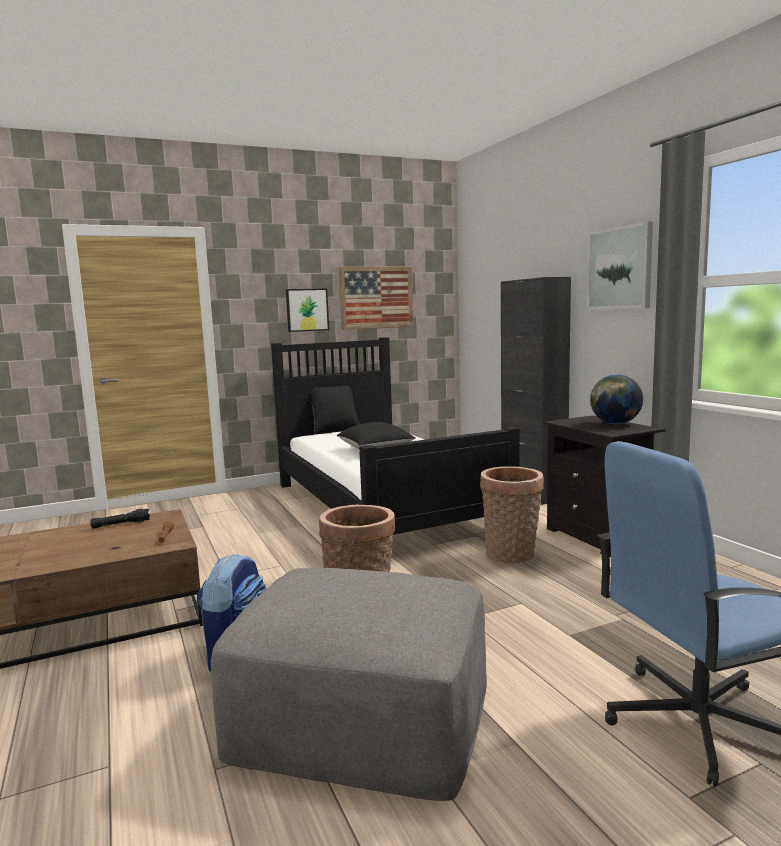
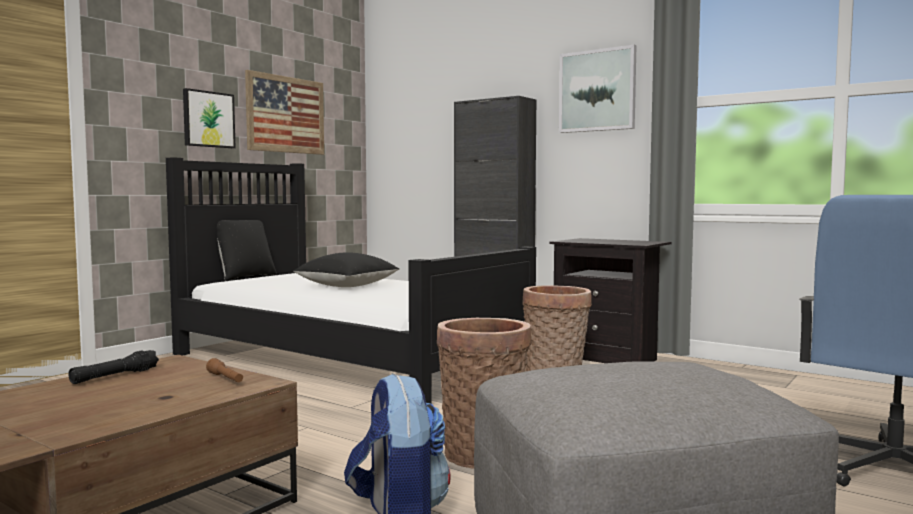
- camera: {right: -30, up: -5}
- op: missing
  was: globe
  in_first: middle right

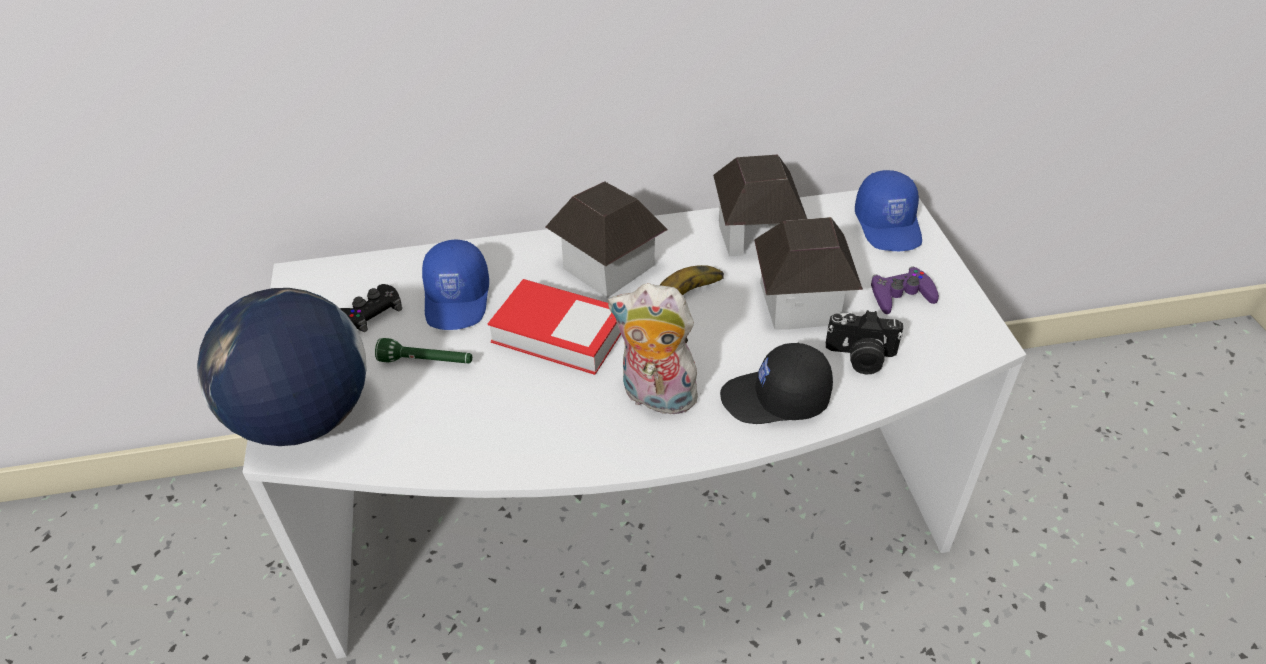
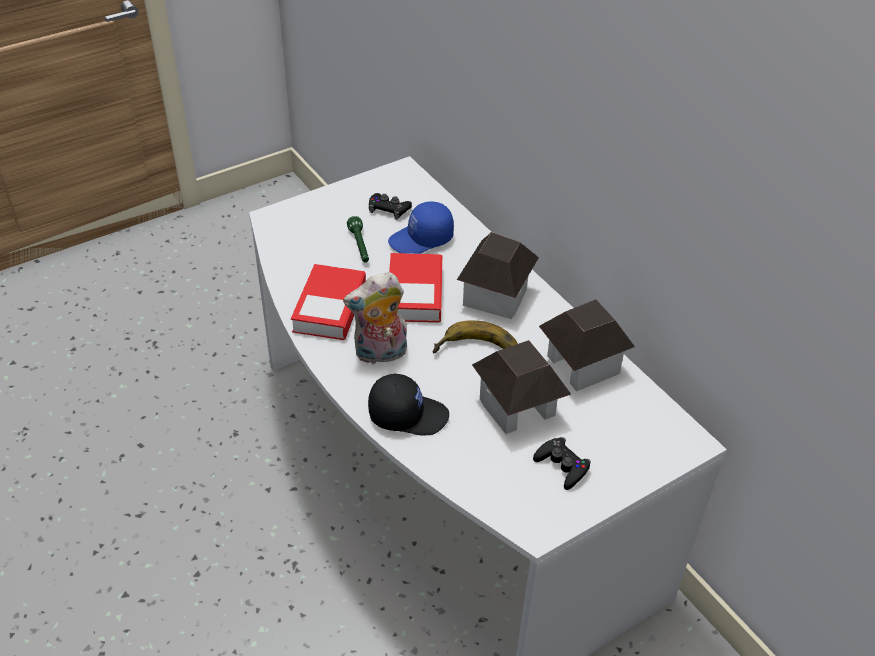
- camera: {right: 65, up: 0}
- op: appeared
  now: book (no. 1 from left)
  in_second: centre
- op: spun
  was: plush toy
  in_first: centre
  in_second: centre
  clockwise: -105
- op: spun
  was: black cap
  in_first: centre
  in_second: centre
  clockwise: 120
- op: colour
  was: purple game controller
  now: black game controller (no. 2 from left)
  in_first: middle right
  in_second: bottom centre
- op: missing
  was: globe
  in_first: middle left
- op: missing
  was: photo camera
  in_first: middle right
- op: missing
  was: blue cap (no. 2 from left)
  in_first: top right

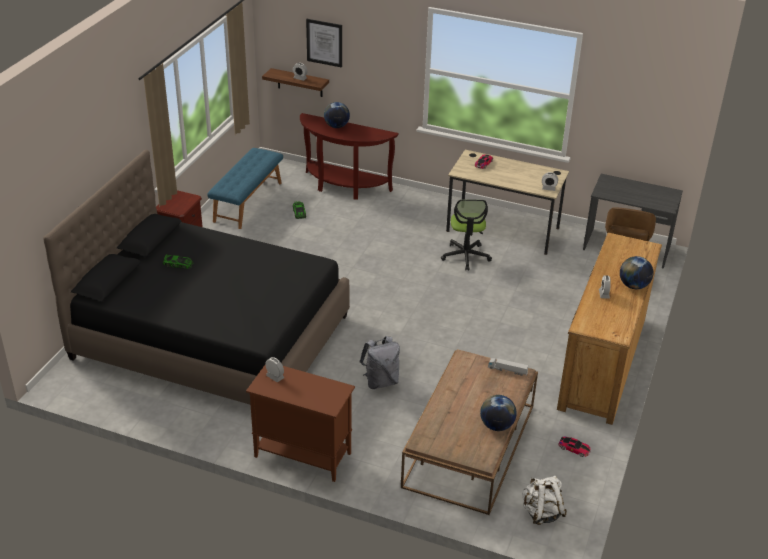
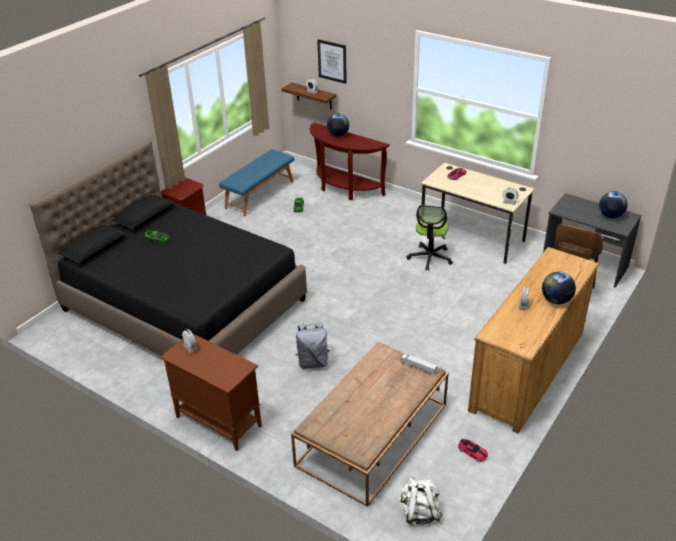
- camera: {right: 15, up: 0}
- op: relocated
  was: globe (no. 2 from left in the first image)
  now: globe (no. 3 from left)
  in_first: bottom centre
  in_second: middle right

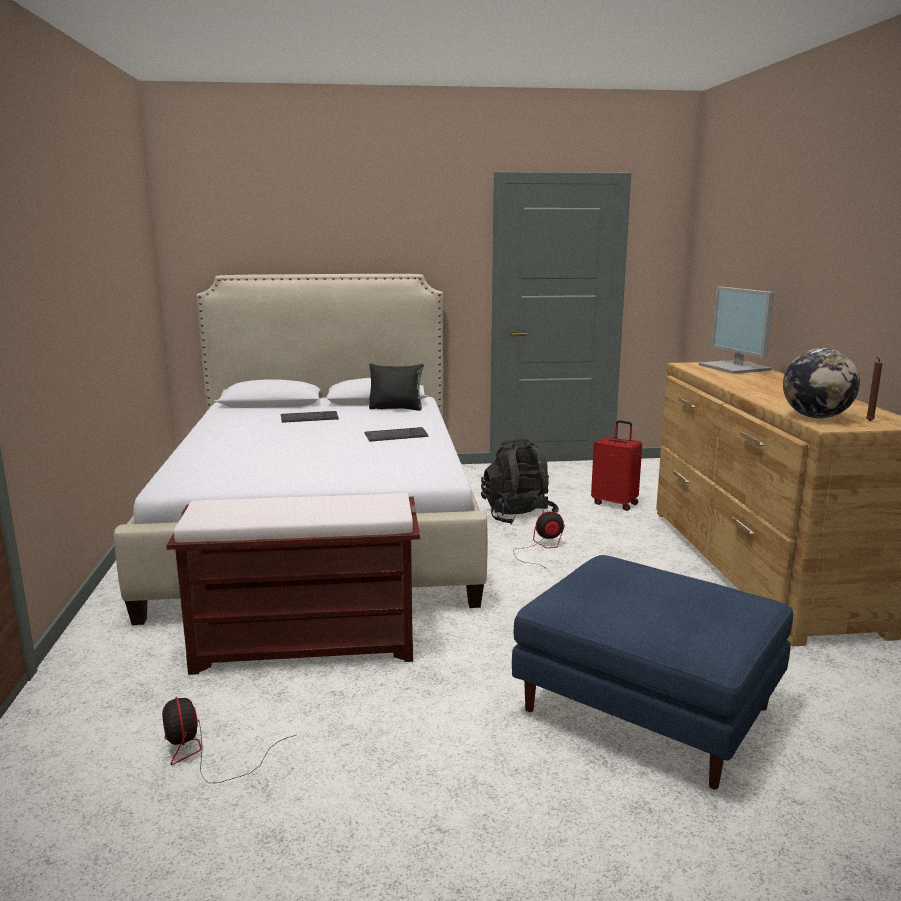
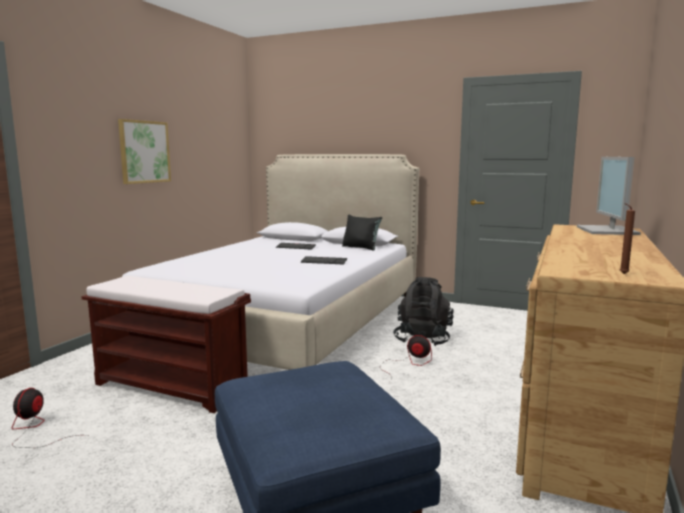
- camera: {right: 30, up: -5}
- op: appeared
  now: picture
  in_second: top left
- op: missing
  was: red suitcase
  in_first: middle right
- op: missing
  was: globe
  in_first: middle right

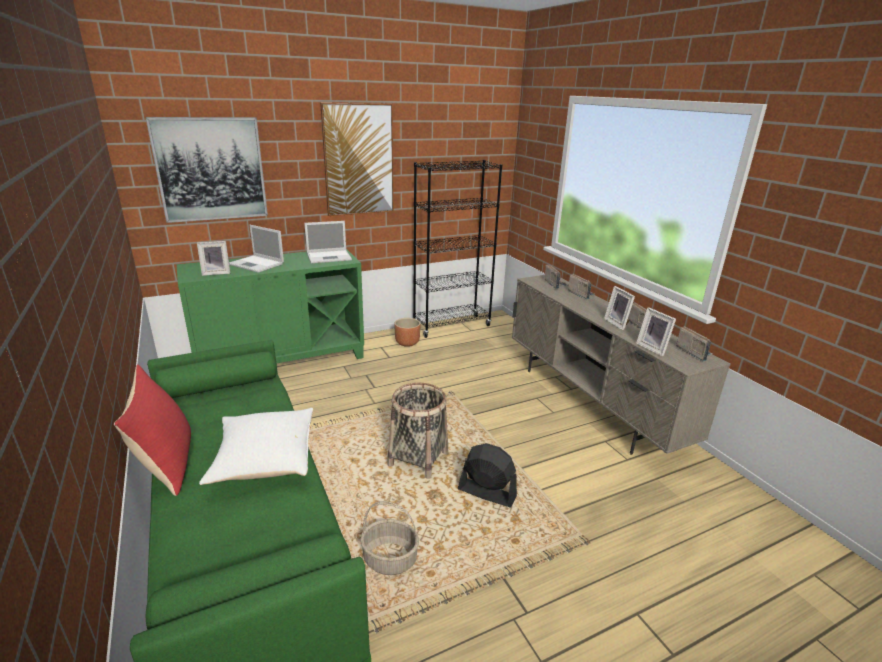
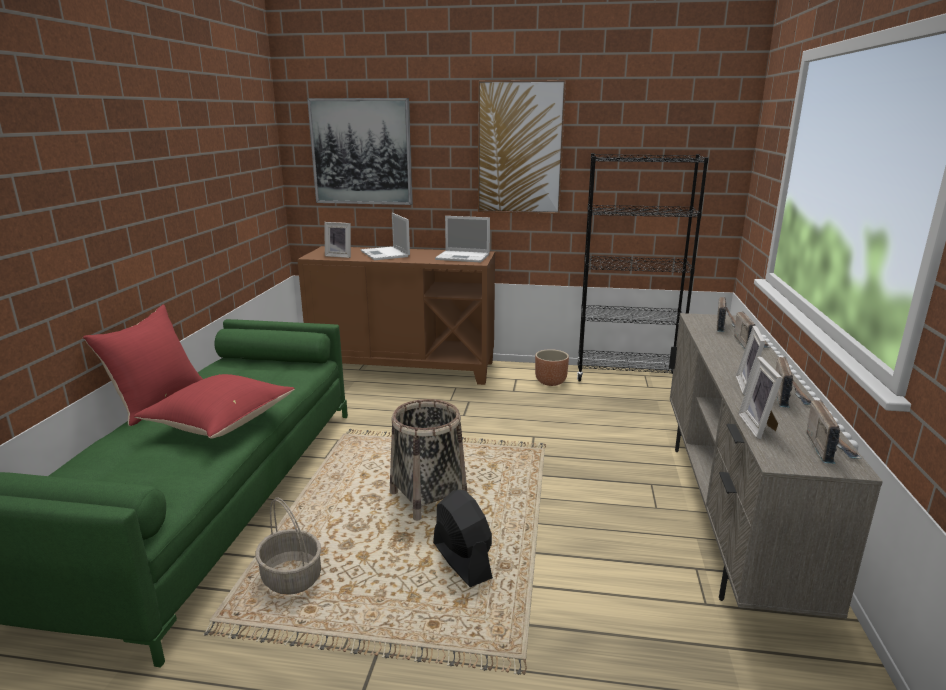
- camera: {right: 35, up: -5}
- op: colour
  was: white pillow
  now: red pillow (no. 2 from left)
  in_first: bottom left
  in_second: middle left
- op: colour
  was: green cabinet
  now: brown cabinet
  in_first: middle left
  in_second: centre

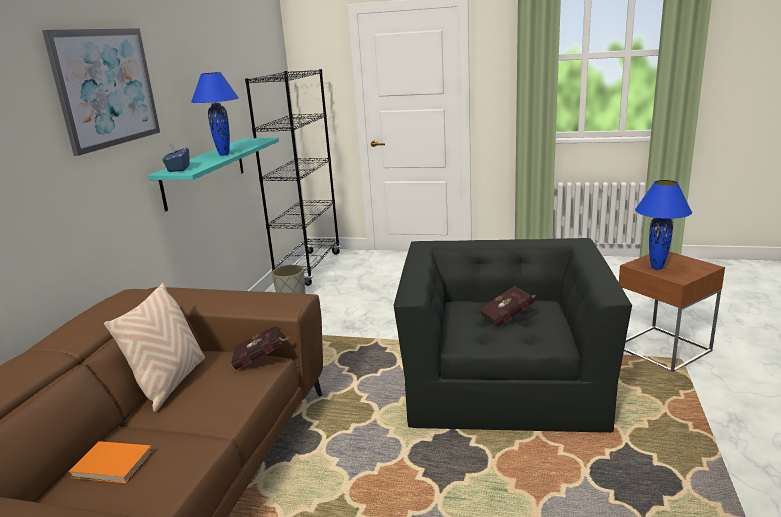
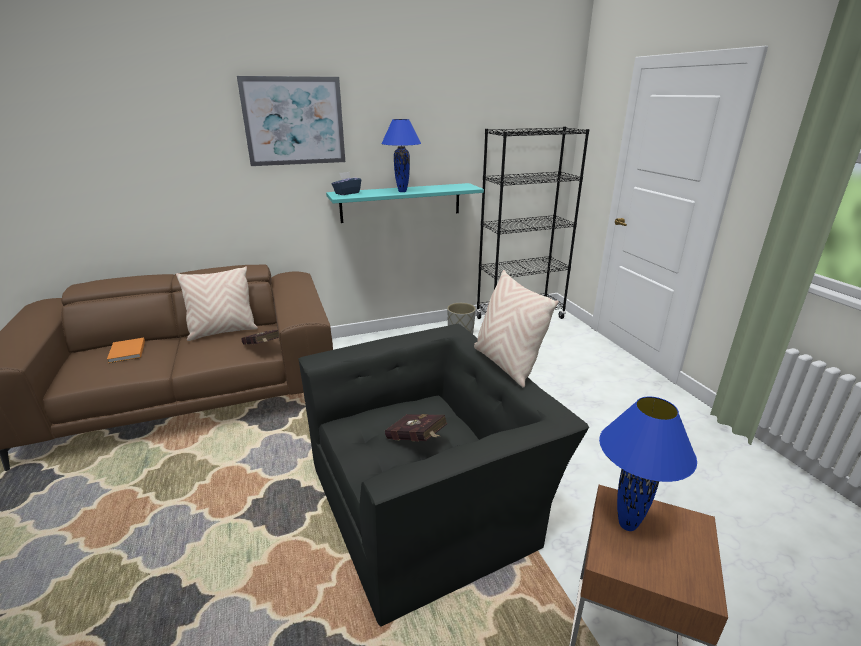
- camera: {right: 55, up: 5}
- op: appeared
  now: beige pillow (no. 2 from left)
  in_second: centre

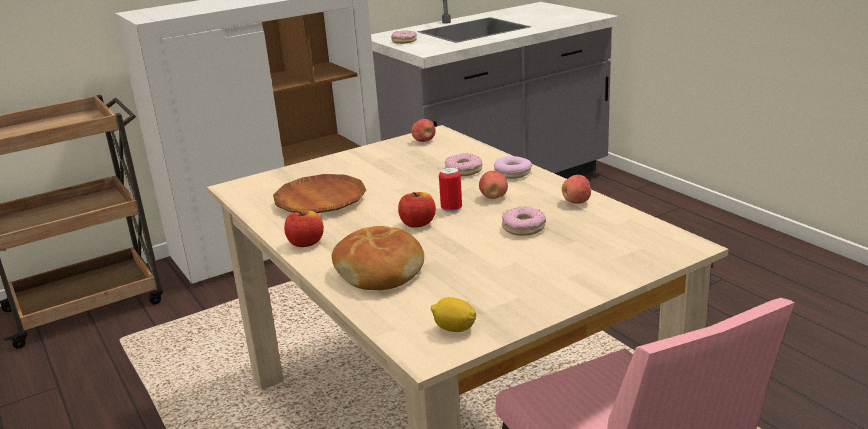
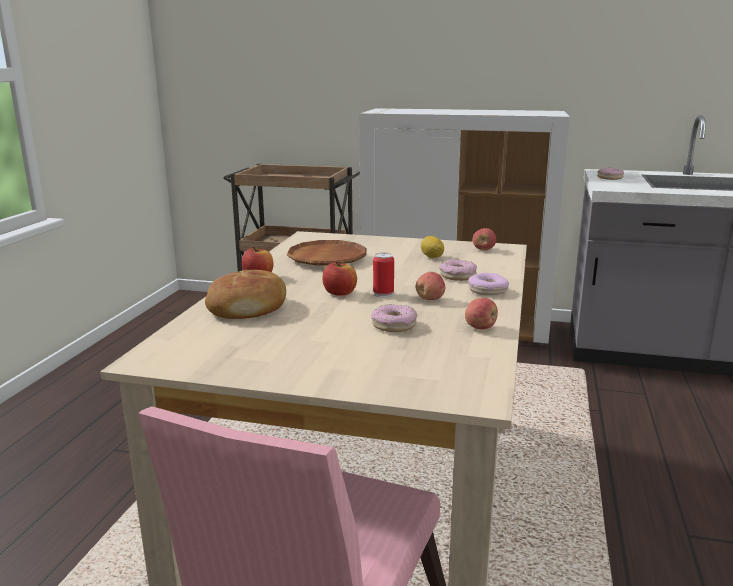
- camera: {right: 45, up: -5}
- op: relocated
  was: lemon
  in_first: bottom centre
  in_second: centre

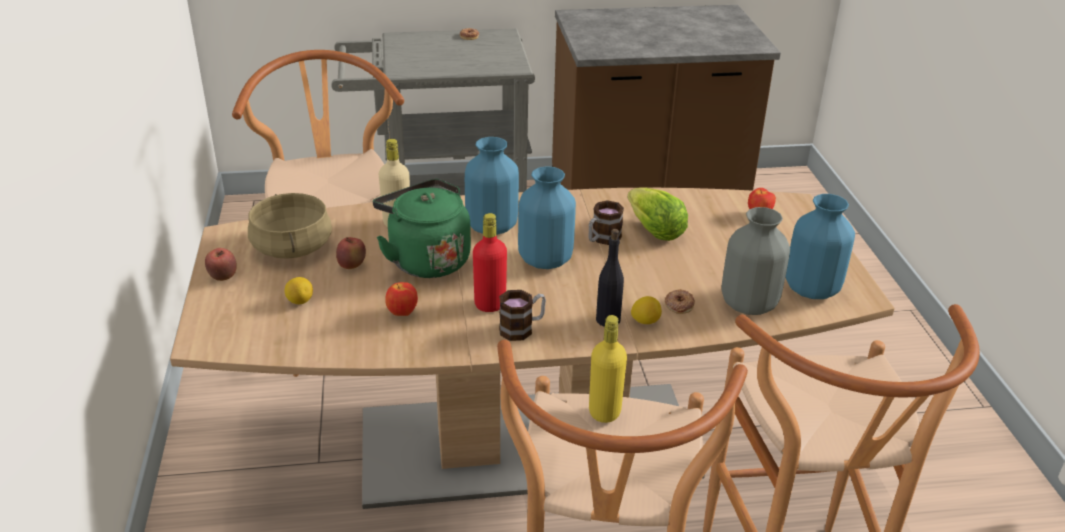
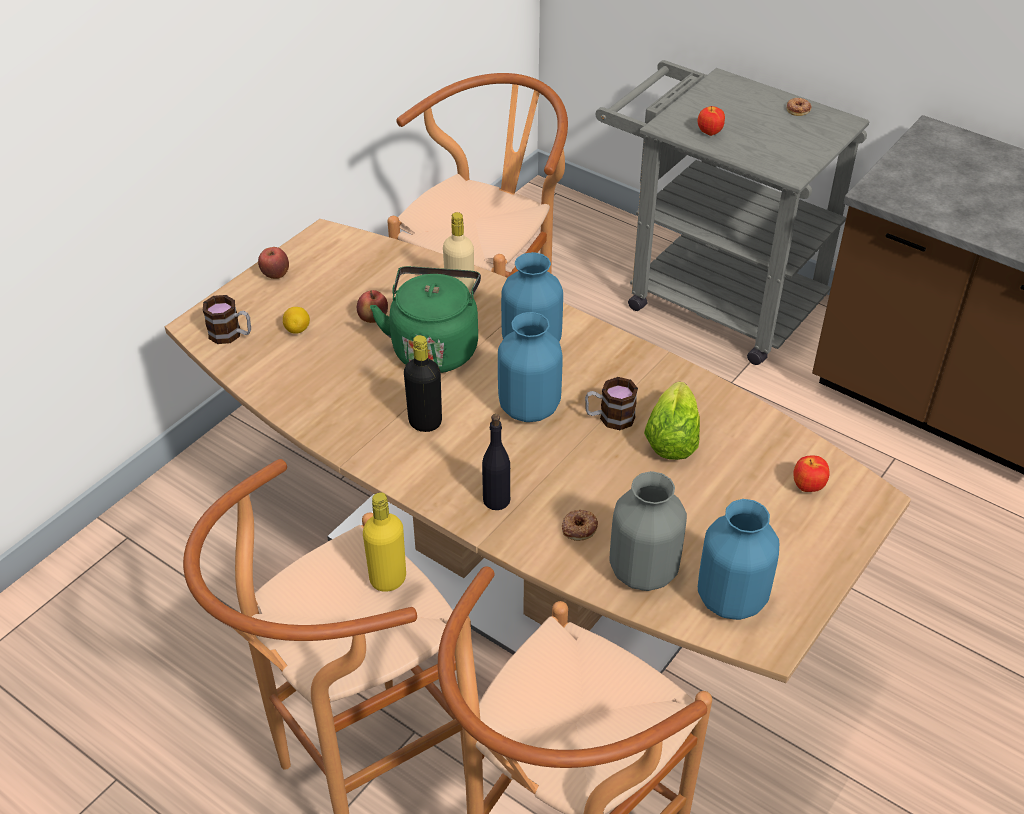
- camera: {right: 45, up: 10}
- op: relocated
  was: mug (no. 1 from left)
  in_first: centre
  in_second: middle left
- op: colour
  was: red bottle
  now: black bottle (no. 1 from left)
  in_first: centre
  in_second: centre
- op: relocated
  was: apple (no. 3 from left)
  in_first: centre
  in_second: top right
- op: missing
  was: beige cooking pot
  in_first: middle left
- op: missing
  was: lemon (no. 2 from left)
  in_first: centre

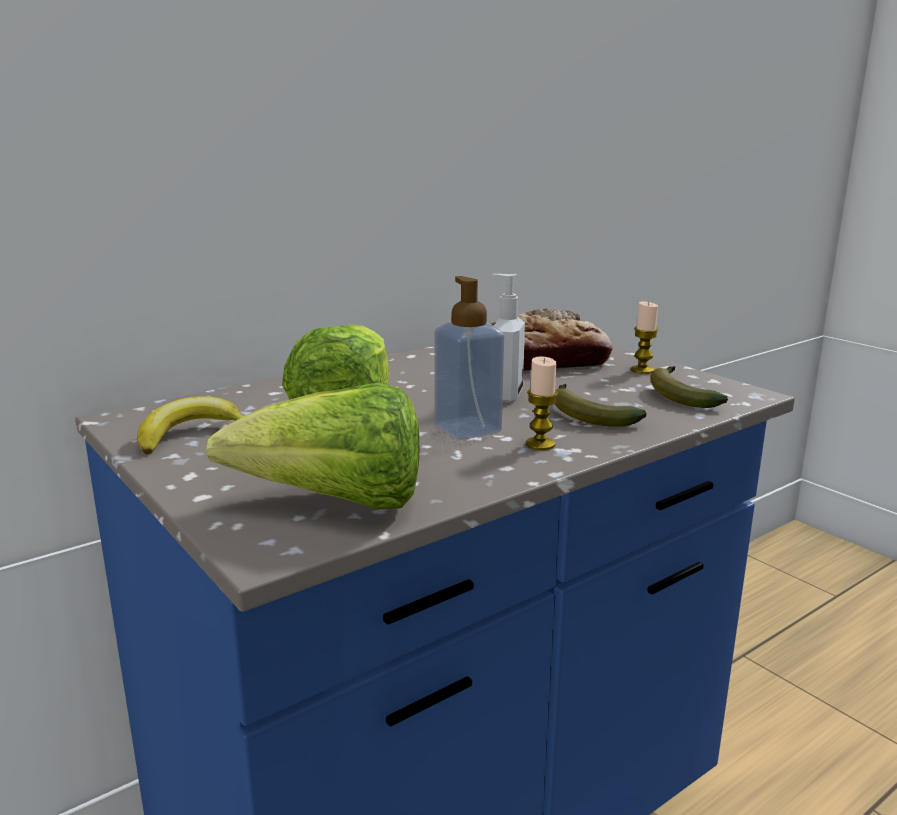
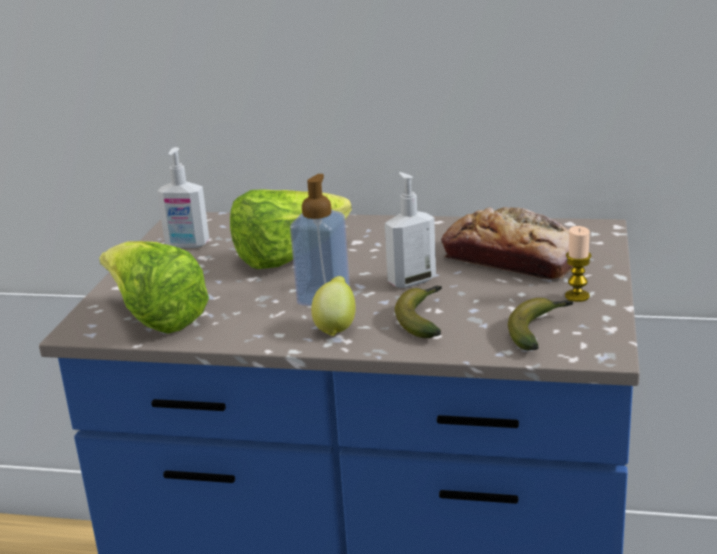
- camera: {right: 50, up: 5}
- op: exchanged
  was: banana (no. 1 from left)
  now: soap dispenser (no. 1 from left)
  in_first: middle left
  in_second: middle left
- op: exchanged
  was: candle (no. 1 from left)
  now: lemon
  in_first: centre
  in_second: centre

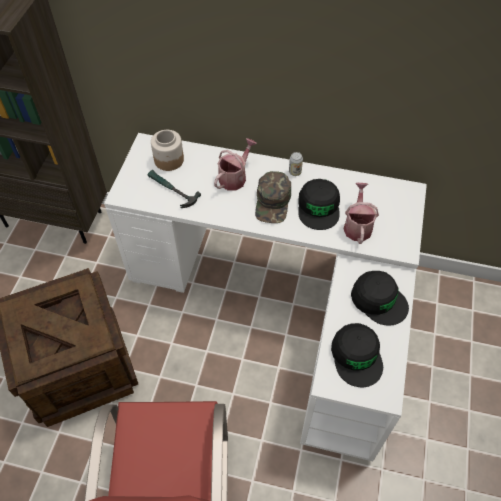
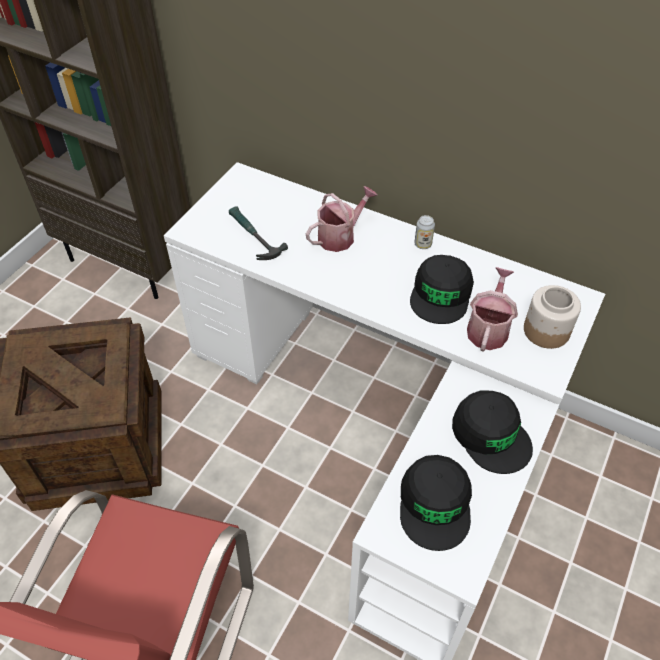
- camera: {right: 15, up: -5}
- op: relocated
  was: jar
  in_first: top centre
  in_second: middle right
- op: missing
  was: green cap
  in_first: centre

